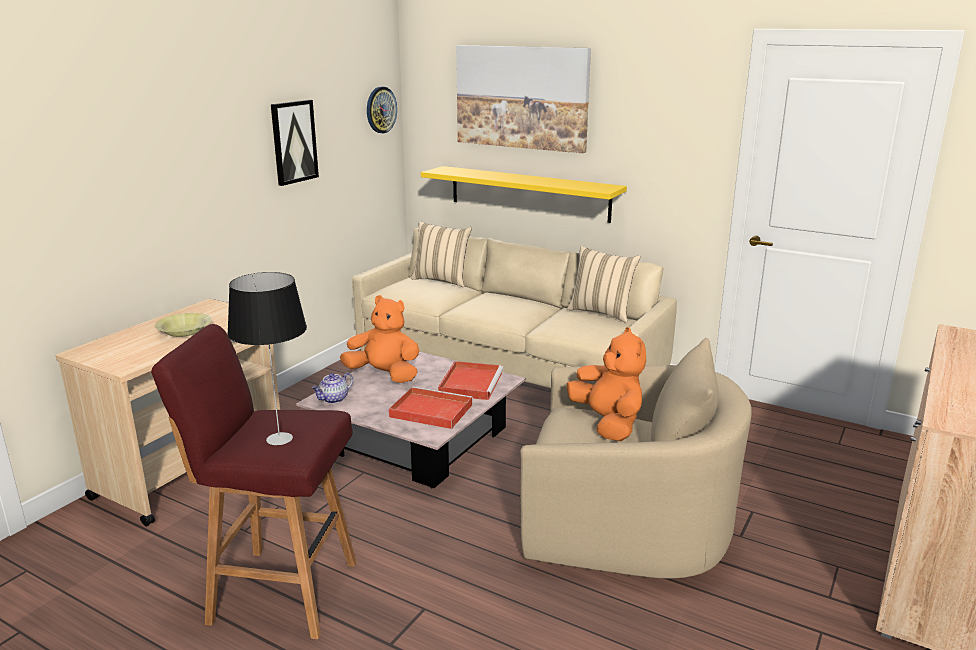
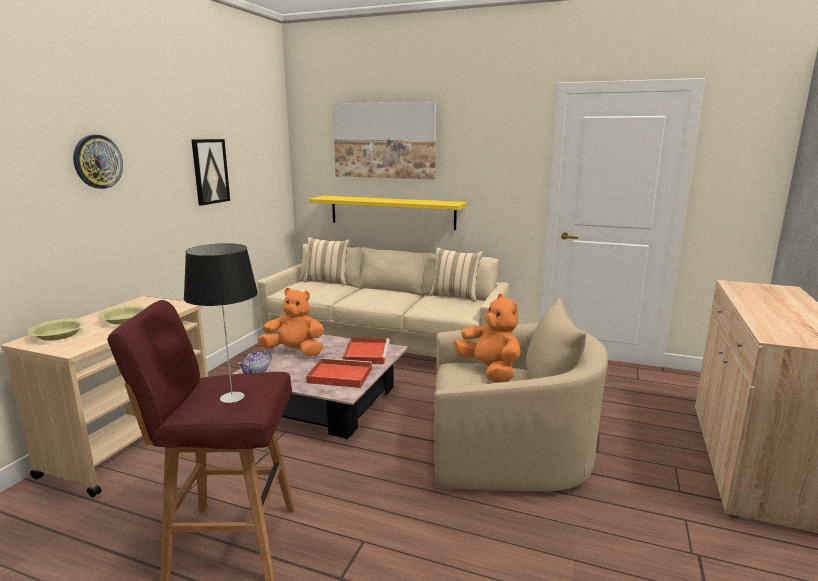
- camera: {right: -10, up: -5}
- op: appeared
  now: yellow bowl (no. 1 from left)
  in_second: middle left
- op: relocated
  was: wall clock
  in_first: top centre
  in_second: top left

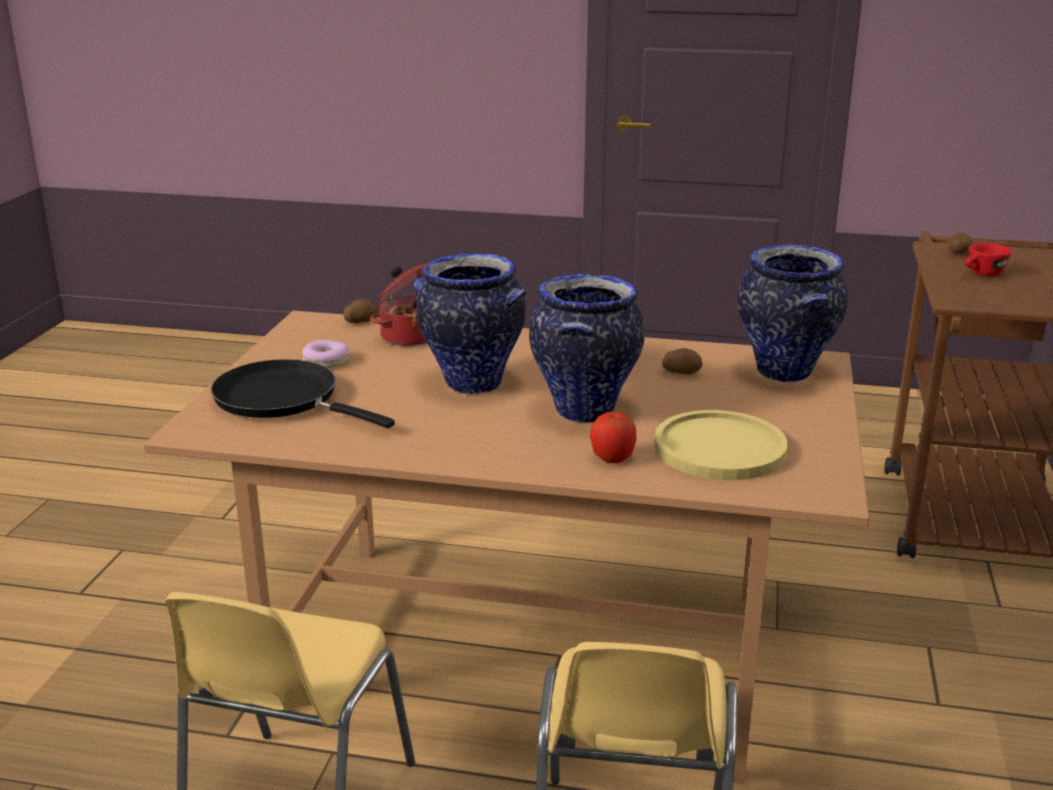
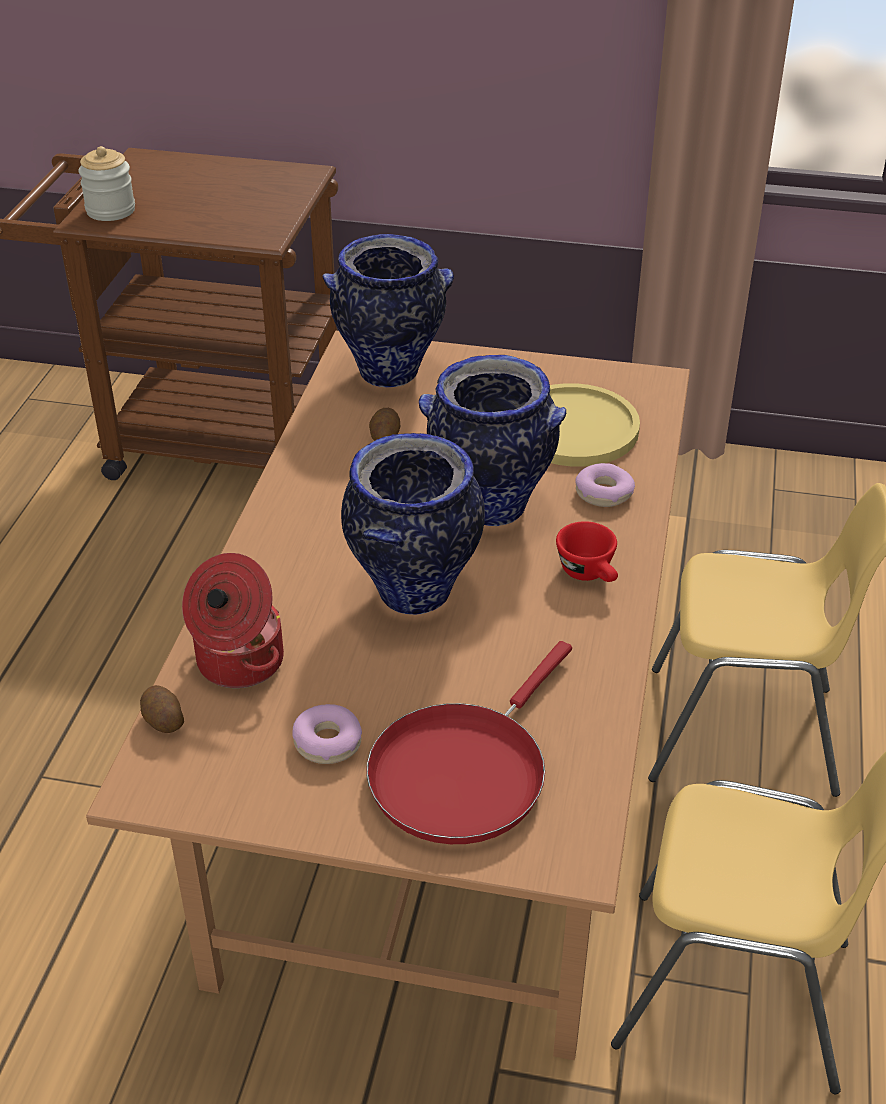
- camera: {right: -90, up: 15}
- op: exchanged
  was: potato (no. 3 from left)
  now: jar
  in_first: top right
  in_second: top left
- op: colour
  was: black frying pan
  now: red frying pan
  in_first: middle left
  in_second: bottom centre
- op: relocated
  was: red cup
  in_first: top right
  in_second: centre
- op: exchanged
  was: apple
  now: donut (no. 2 from left)
  in_first: centre
  in_second: middle right

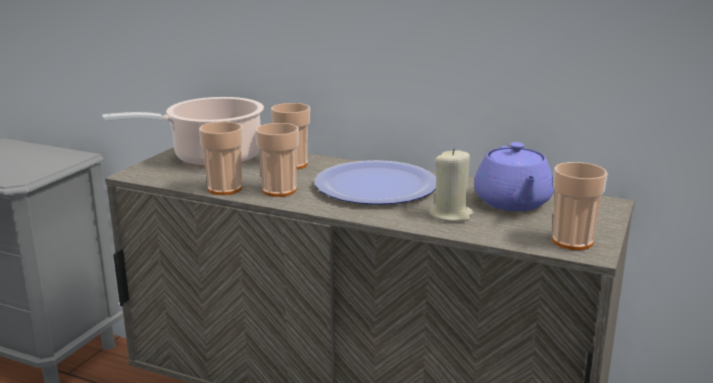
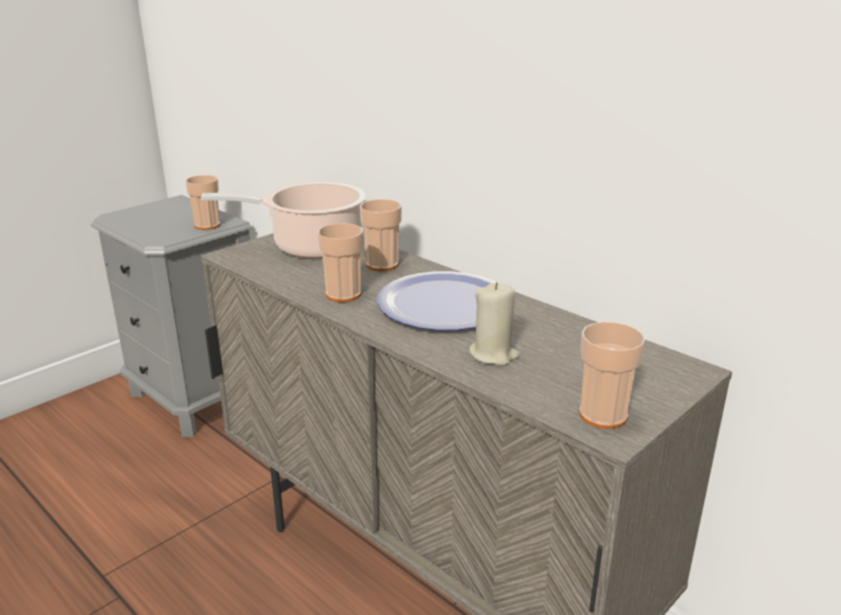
- camera: {right: 20, up: 5}
- op: relocated
  was: cup (no. 1 from left)
  in_first: middle left
  in_second: top left
- op: missing
  was: purple teapot
  in_first: middle right

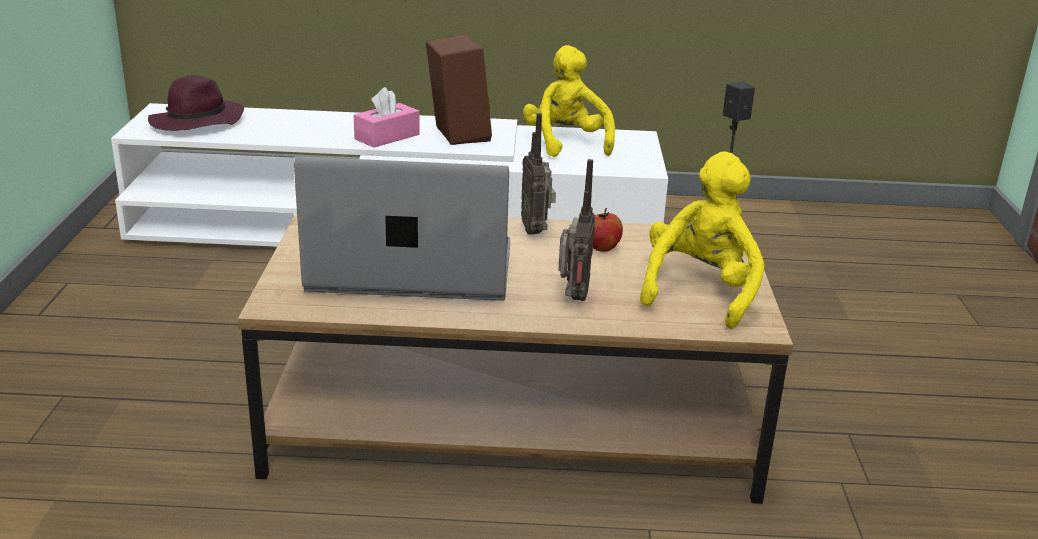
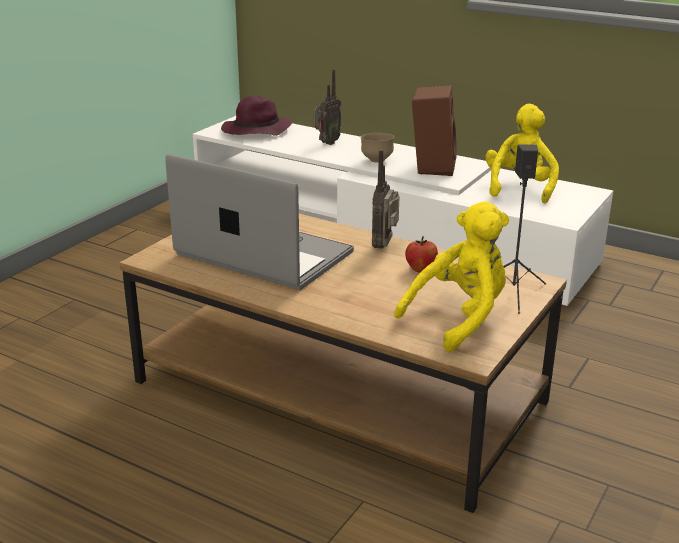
- camera: {right: 30, up: 0}
- op: relocated
  was: radio (no. 2 from left in the first image)
  now: radio (no. 1 from left)
  in_first: centre
  in_second: top centre
- op: exchanged
  was: pink tissue box
  now: brown bowl
  in_first: top centre
  in_second: top centre

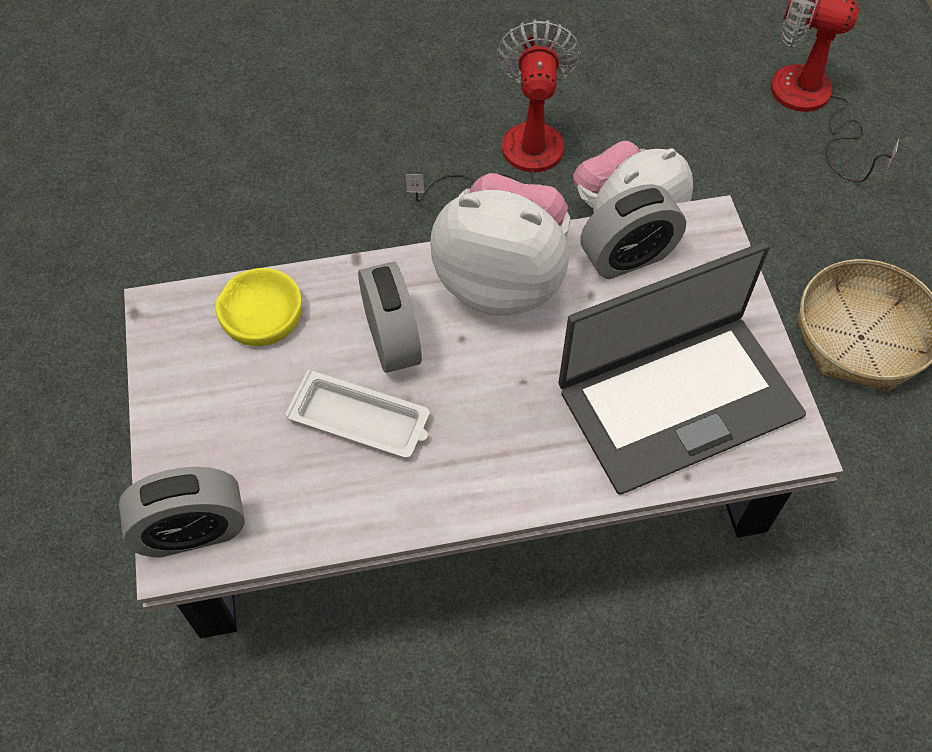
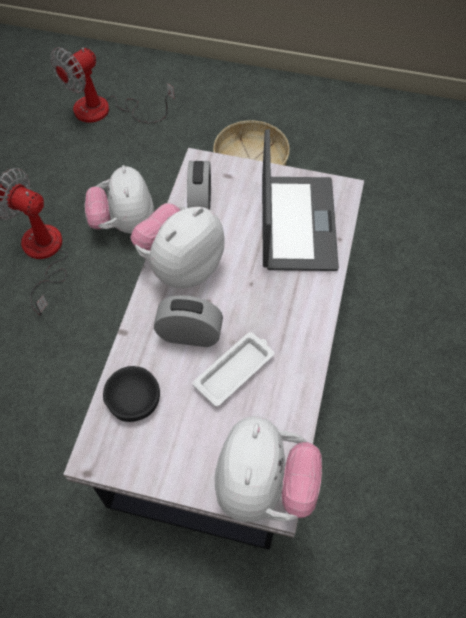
- camera: {right: -65, up: 0}
- op: colour
  was: yellow bowl
  now: black bowl
  in_first: middle left
  in_second: middle left
- op: exchanged
  was: alarm clock (no. 1 from left)
  now: plush toy (no. 3 from left)
  in_first: bottom left
  in_second: bottom centre

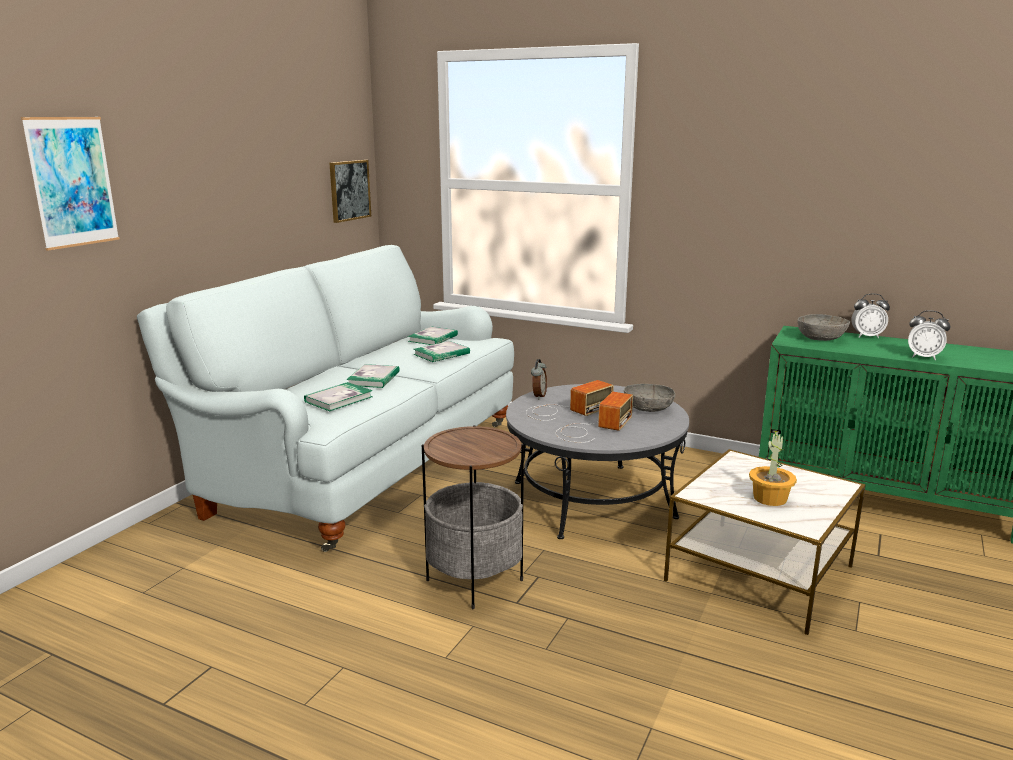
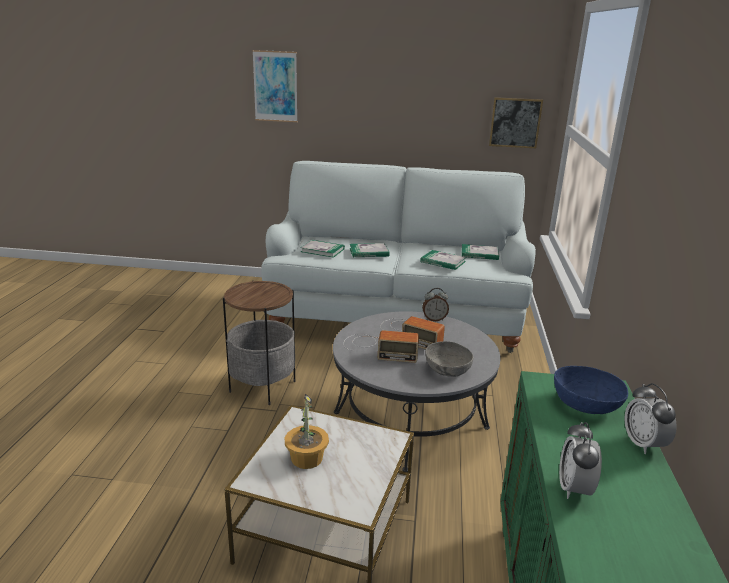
- camera: {right: 70, up: 5}
- op: colour
  was: grey bowl (no. 2 from left)
  now: blue bowl
  in_first: middle right
  in_second: bottom right

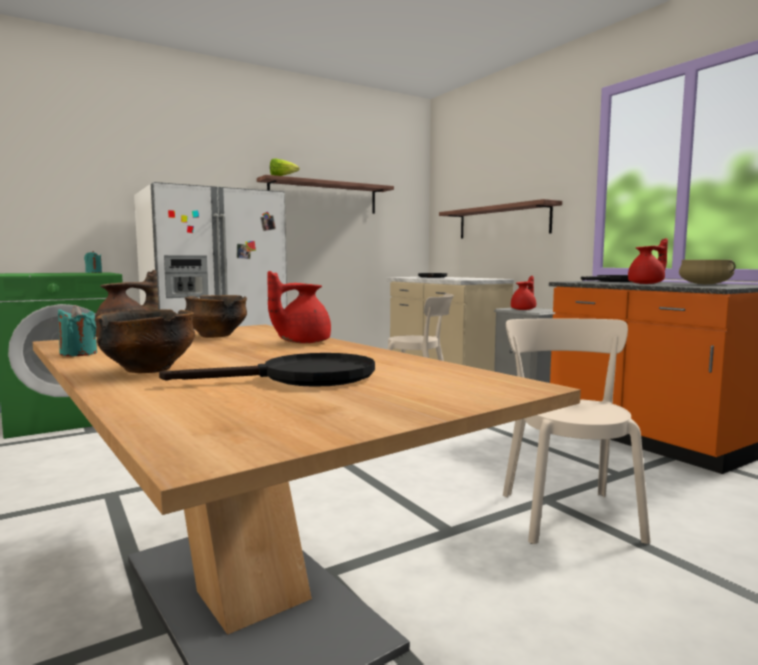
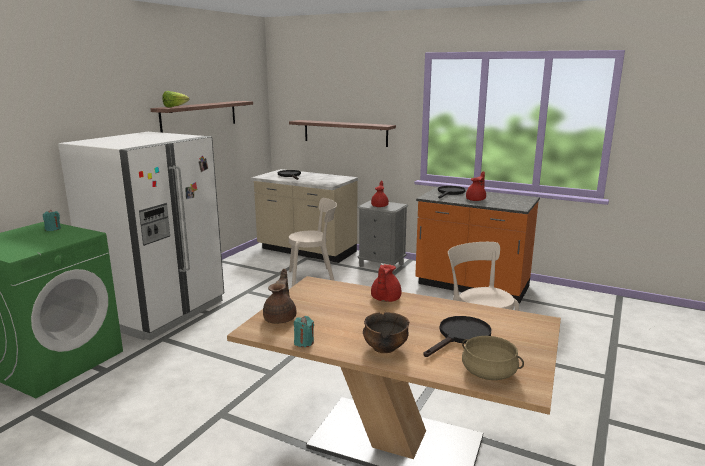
- camera: {right: -30, up: 10}
- op: relocated
  was: beige cooking pot
  in_first: middle right
  in_second: bottom right
- op: missing
  was: bowl (no. 2 from left)
  in_first: middle left

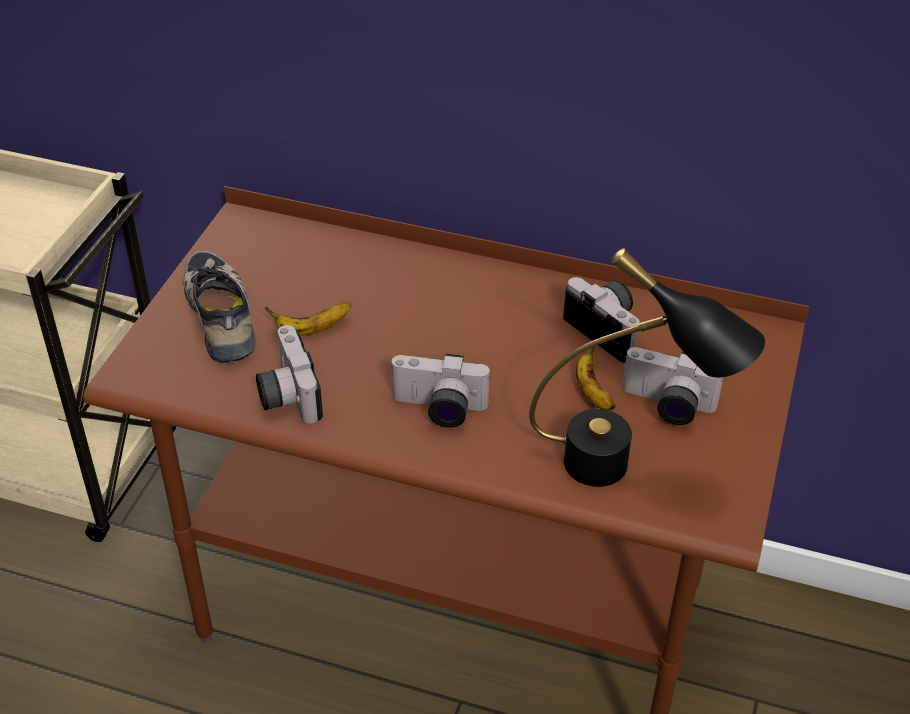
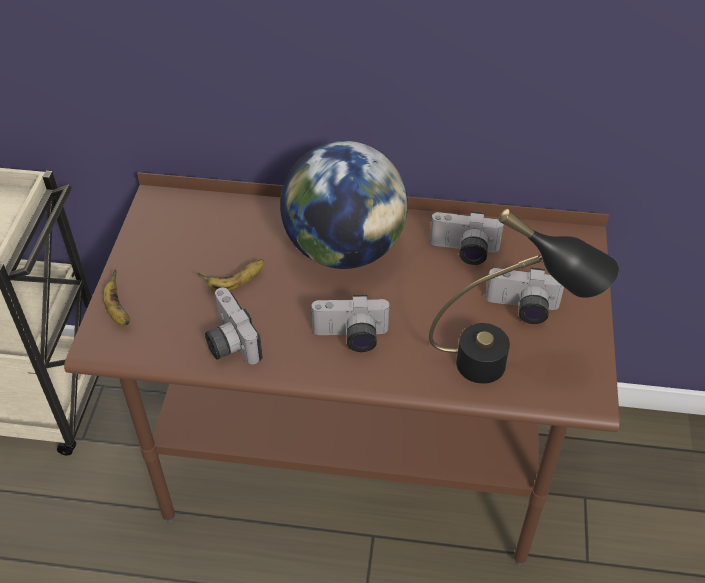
- camera: {right: -10, up: 5}
- op: relocated
  was: banana (no. 2 from left in the first image)
  now: banana (no. 1 from left)
  in_first: centre
  in_second: middle left
- op: appeared
  now: globe
  in_second: centre
- op: spun
  was: photo camera (no. 3 from left)
  in_first: centre
  in_second: centre
  clockwise: 150
- op: missing
  was: shoe
  in_first: middle left

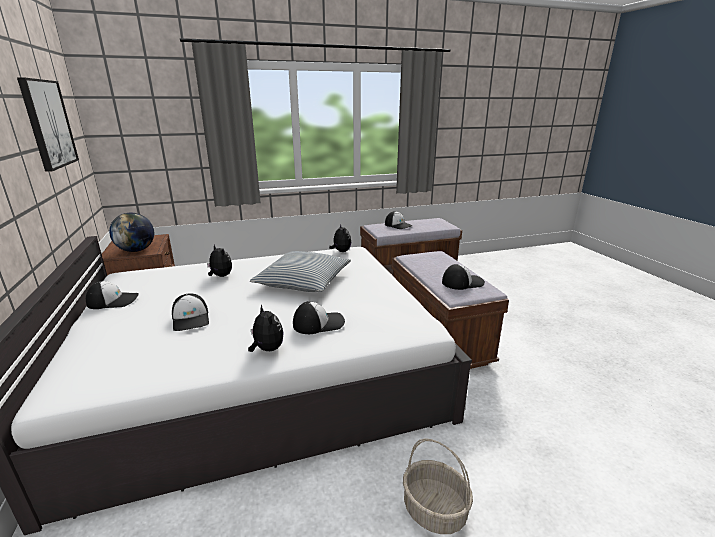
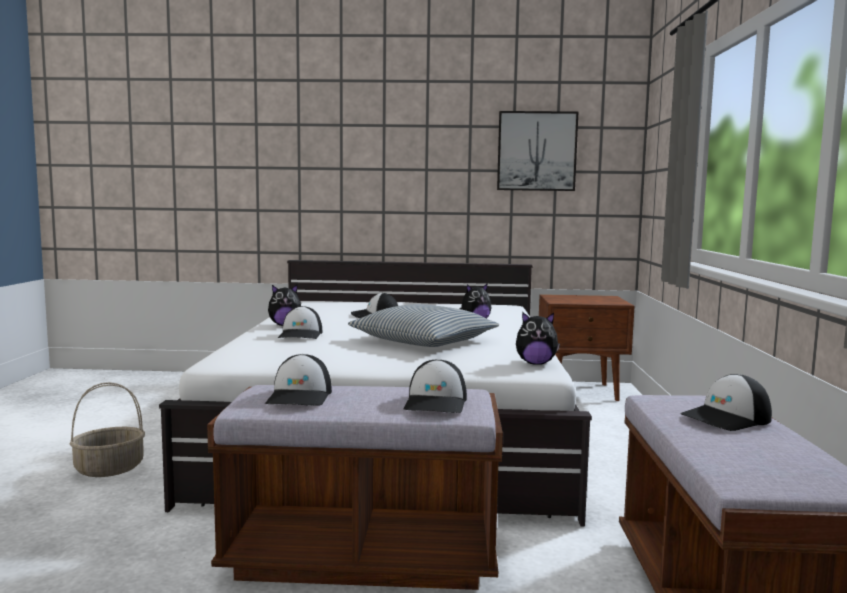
- camera: {right: 110, up: -15}
- op: relocated
  was: cap (no. 1 from left in the first image)
  now: cap (no. 4 from left)
  in_first: middle left
  in_second: centre
- op: missing
  was: globe
  in_first: middle left

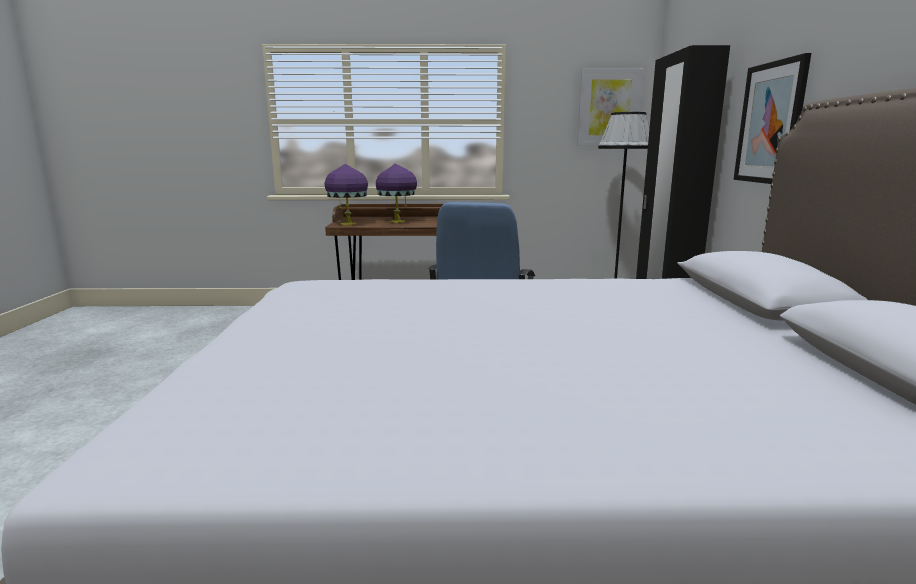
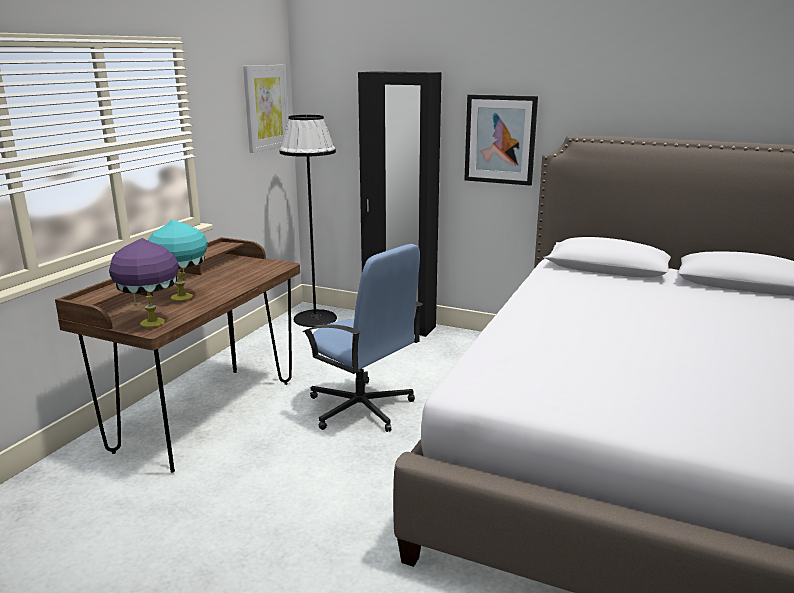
- camera: {right: -65, up: 5}
- op: colour
  was: purple table lamp (no. 2 from left)
  now: turquoise table lamp
  in_first: top centre
  in_second: middle left

